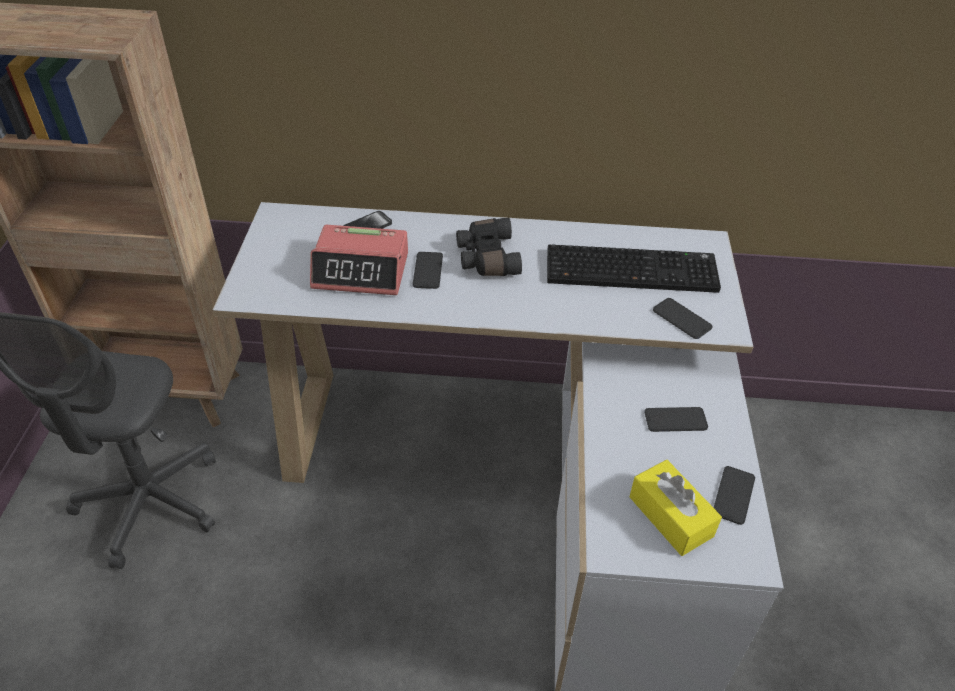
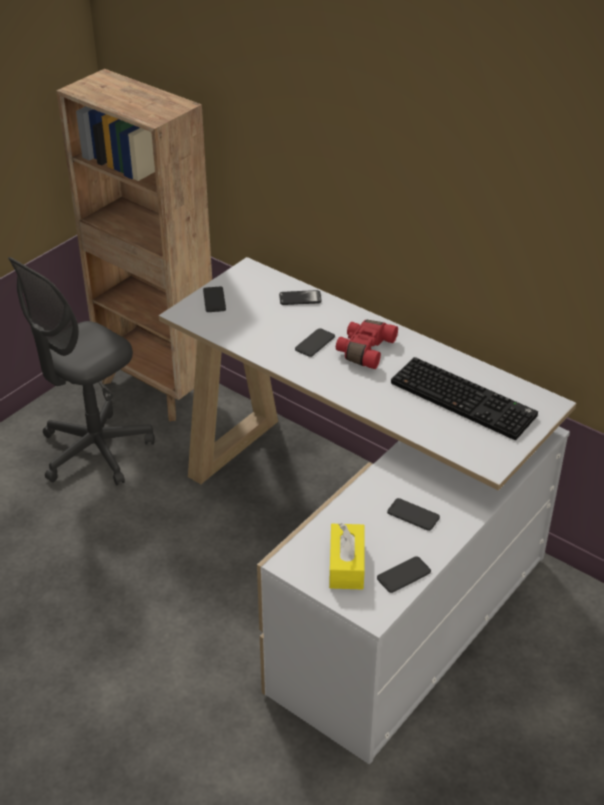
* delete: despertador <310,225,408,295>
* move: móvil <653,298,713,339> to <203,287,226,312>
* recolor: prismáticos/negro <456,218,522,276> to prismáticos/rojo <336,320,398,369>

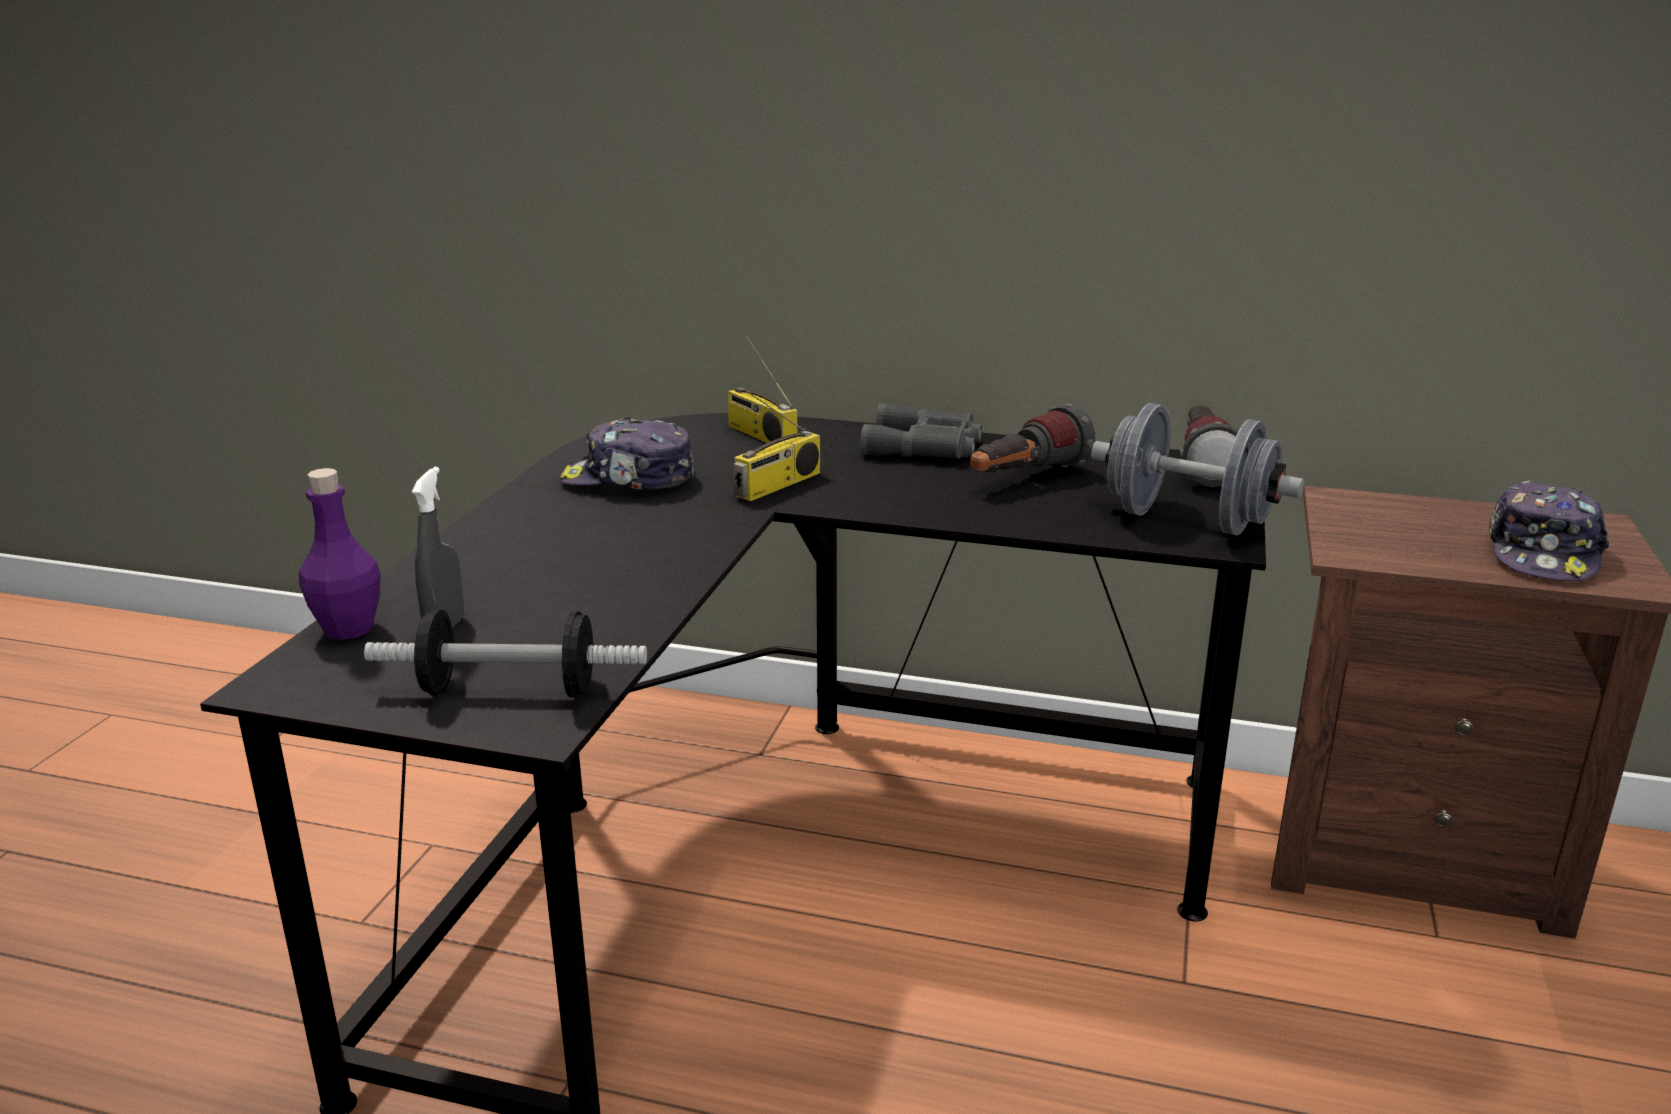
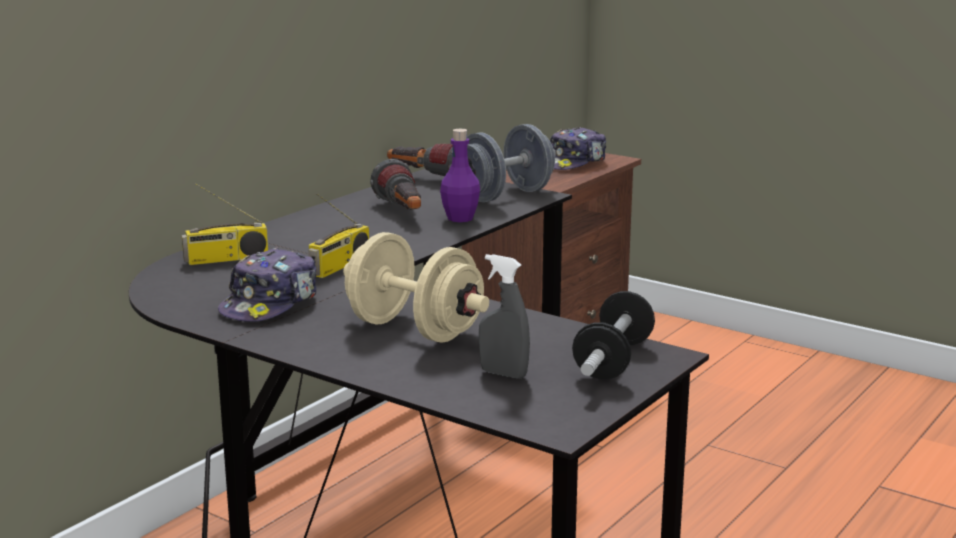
* delete: prismáticos/gris <860,403,982,459>
* insert: mancuerna/beis <343,232,489,343>
* move: botella/morado <299,468,381,640> to <440,129,480,222>
* rotate: radio <733,391,820,501> = <308,193,369,278> 60 degrees clockwise
* rotate: gorra <1489,480,1610,581> = <549,127,606,170> 90 degrees clockwise

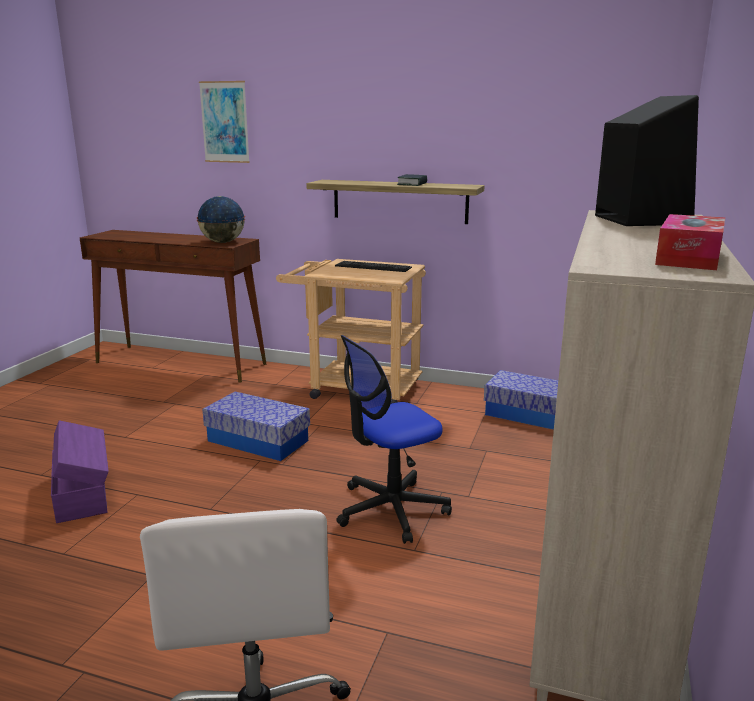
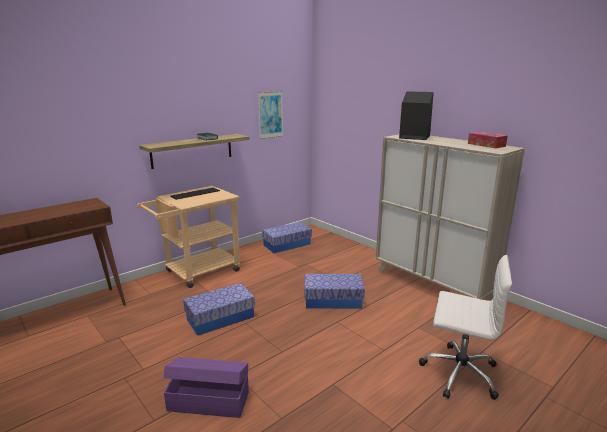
* delete: globo terráqueo <197,196,245,243>
* move: cuadro <199,81,250,163> to <258,91,283,139>
* replace: silla de oficina <336,335,452,544> to caja de almacenaje <305,274,365,309>

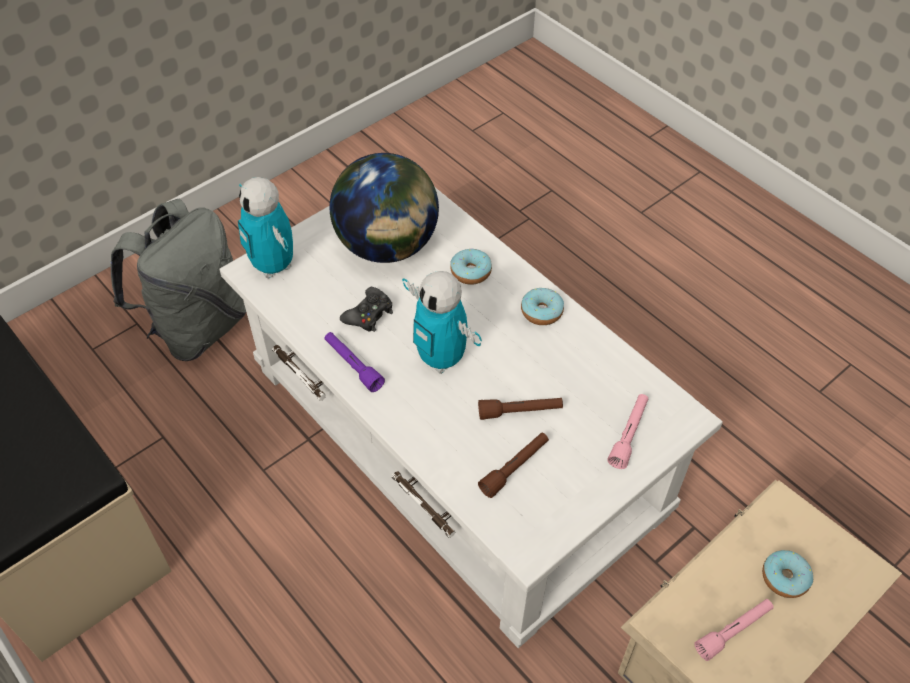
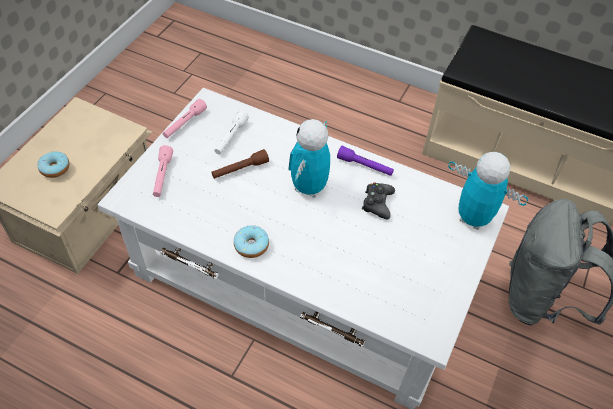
* delete: globo terráqueo <330,153,439,263>
* delete: rosquilla <450,248,492,285>
* move: linterna/rosa <694,599,774,661> to <163,99,207,138>
* recolor: linterna/marrón <478,433,549,498> to linterna/blanco <214,110,249,154>
* rotate: robot de juguete <402,271,482,374> = <288,119,330,198> 90 degrees counterclockwise

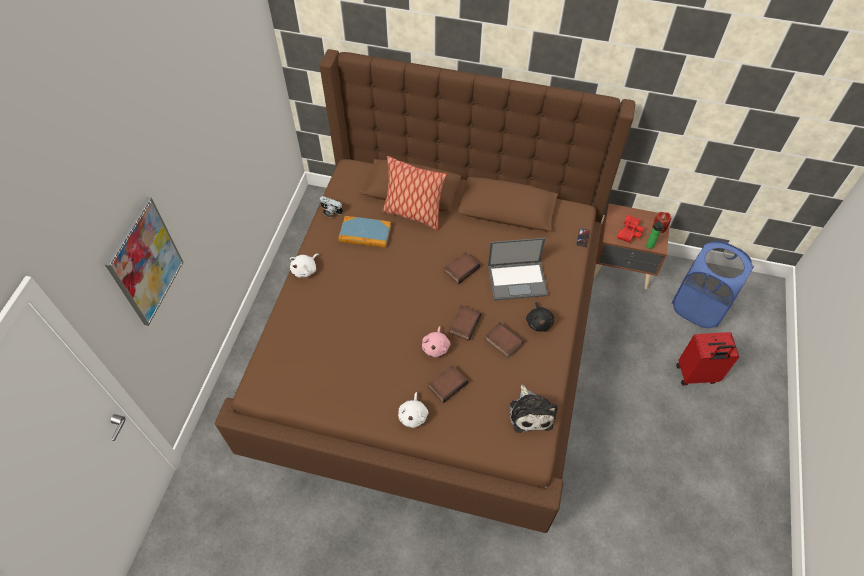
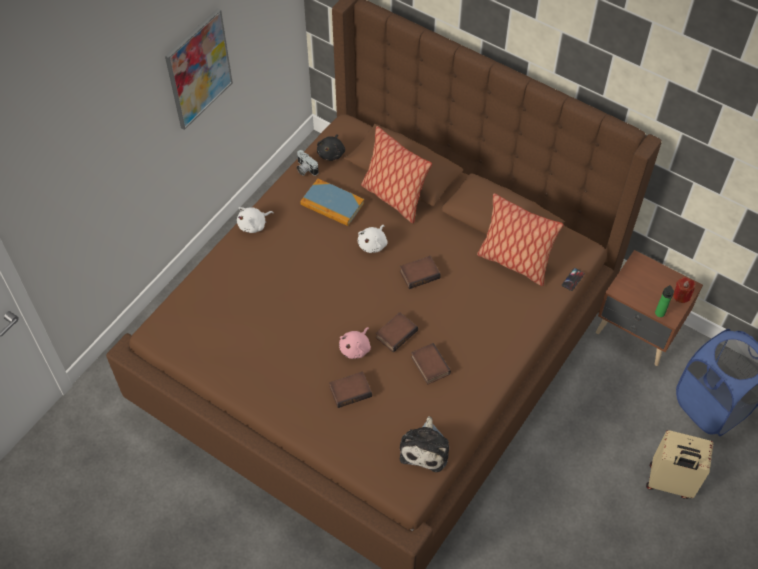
* delete: portátil <488,238,548,301>
* delete: prismáticos/rojo <617,215,644,243>
* insert: cojín <477,193,563,286>
* move: cuadro <105,197,183,326> to <165,8,233,130>
* move: peluche/blanco <398,392,428,428> to <358,225,388,253>
* move: peluche/negro <526,302,554,332> to <317,134,345,161>
* recolor: maleta/rojo <676,332,739,386> to maleta/beis <646,430,713,499>

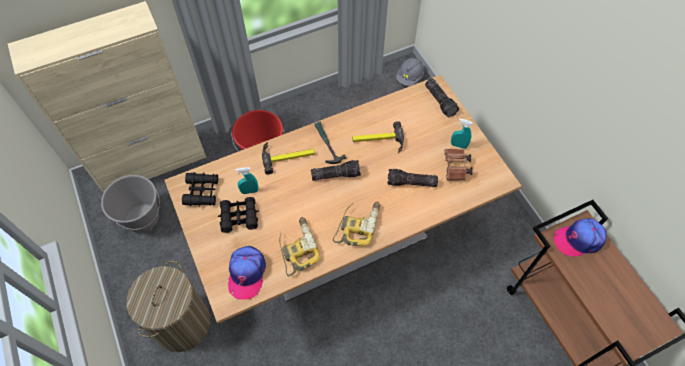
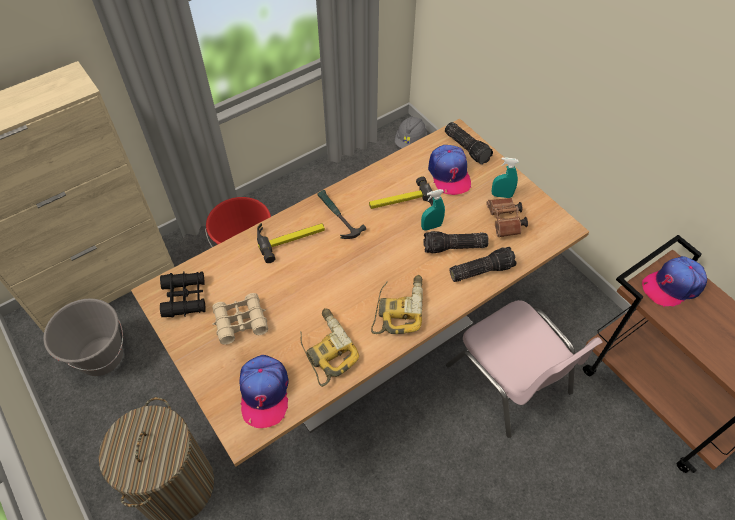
* insert: gorra <428,145,471,195>
* insert: silla/rosa <446,300,603,438>
* move: pulverizador/turquesa <236,167,258,194> to <421,189,445,231>
* move: linterna <311,160,361,181> to <450,247,516,282>
* recolor: prismáticos/negro <218,197,259,233> to prismáticos/beis <212,293,268,345>

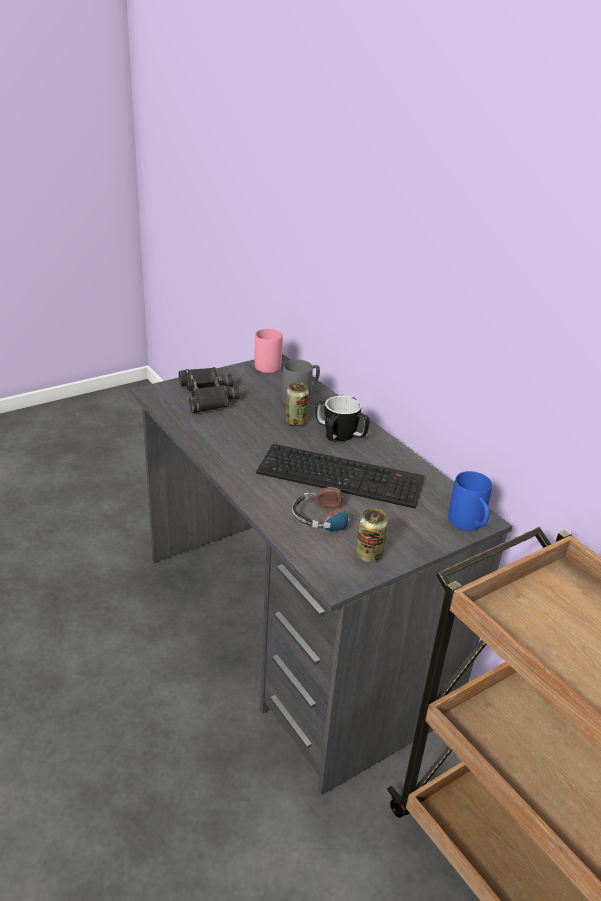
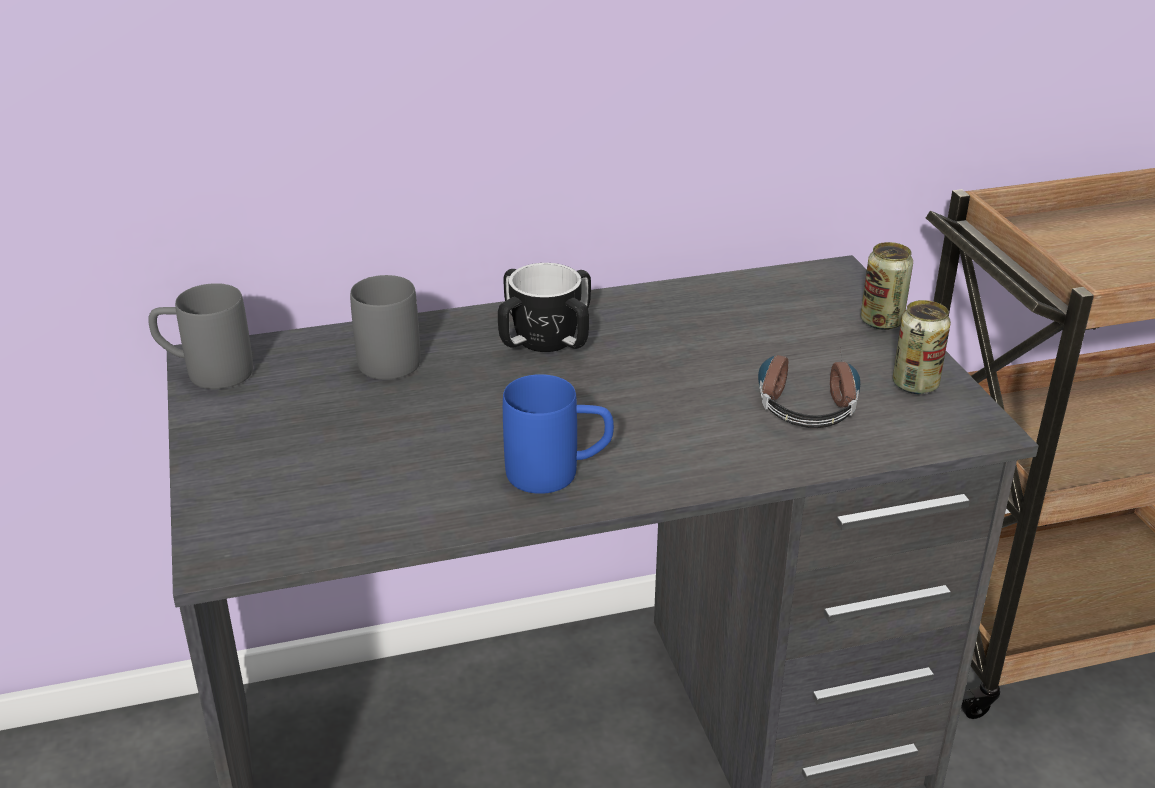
* delete: prismáticos/negro <179,367,240,413>
* delete: teclado <256,444,425,509>
* move: lata <285,382,309,426> to <860,242,913,330>
* move: taza grande/azul <448,471,492,531> to <503,374,614,494>
* recolor: taza grande/rosa <254,329,283,373> to taza grande/gris <148,283,253,389>

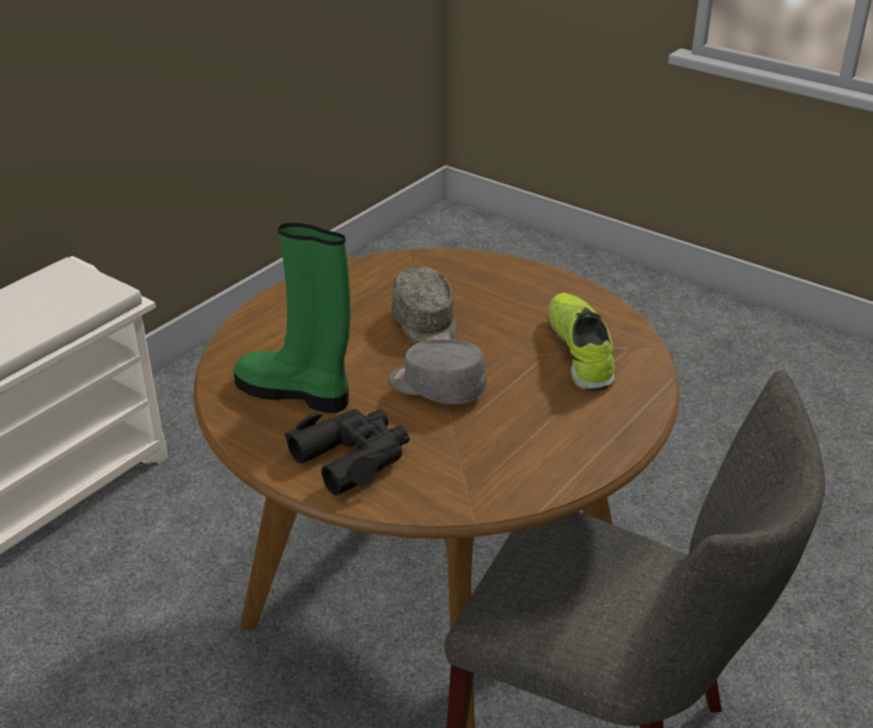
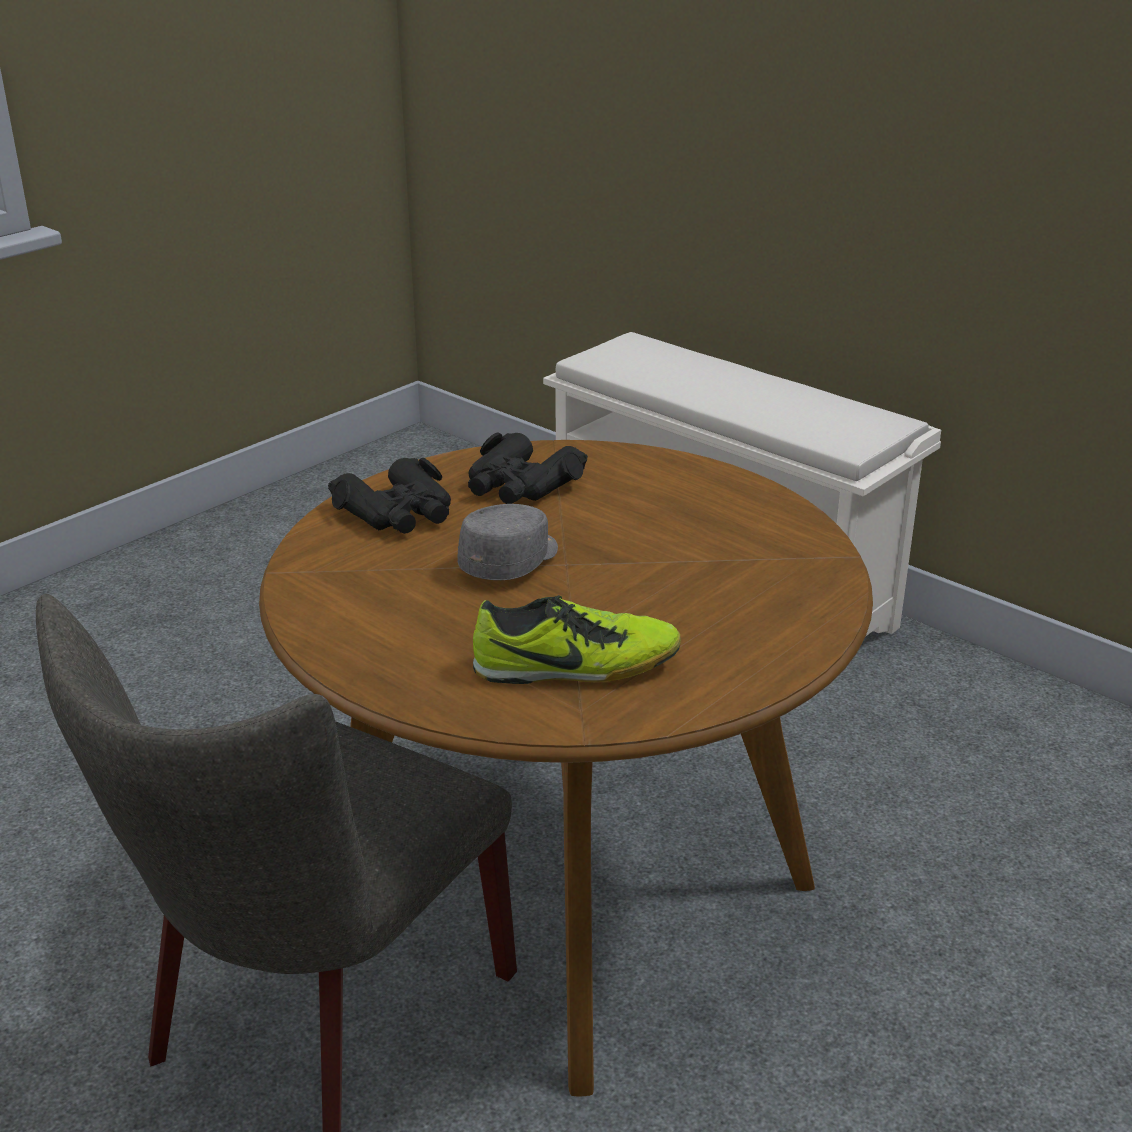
* delete: gorra/gris <392,267,457,344>
* replace: bota/verde <233,223,351,413> to prismáticos/negro <468,433,588,504>

